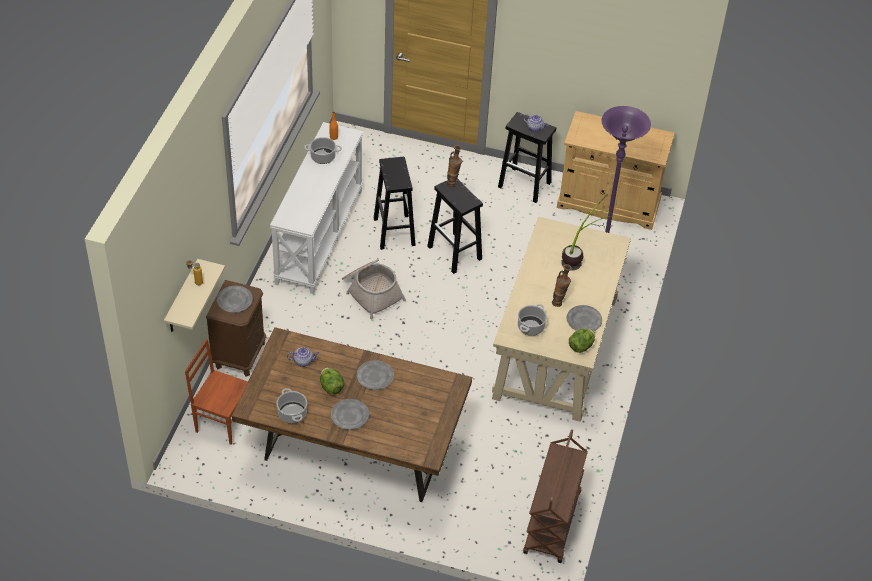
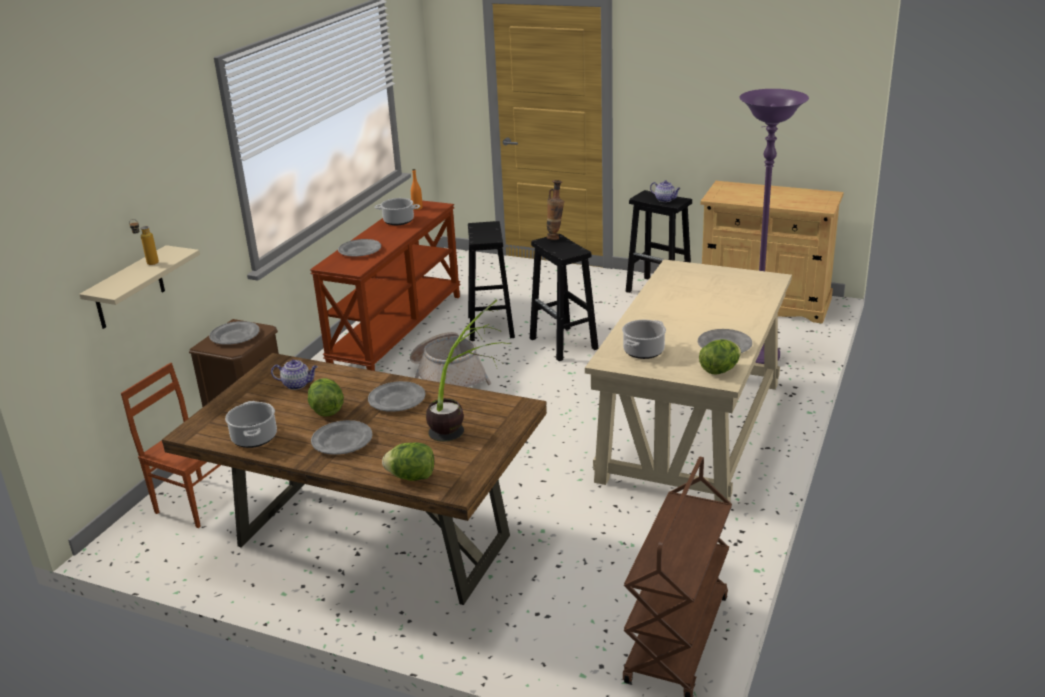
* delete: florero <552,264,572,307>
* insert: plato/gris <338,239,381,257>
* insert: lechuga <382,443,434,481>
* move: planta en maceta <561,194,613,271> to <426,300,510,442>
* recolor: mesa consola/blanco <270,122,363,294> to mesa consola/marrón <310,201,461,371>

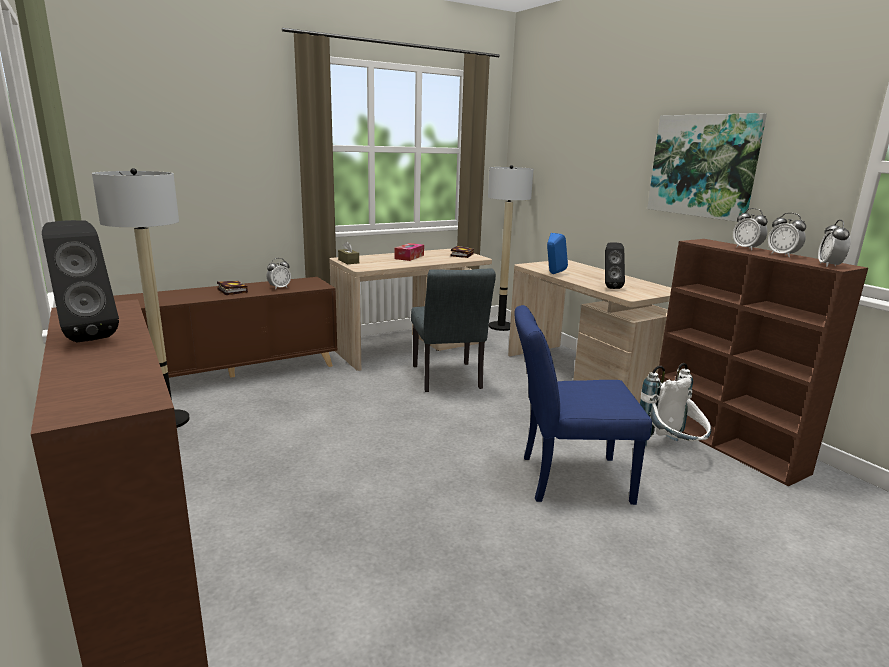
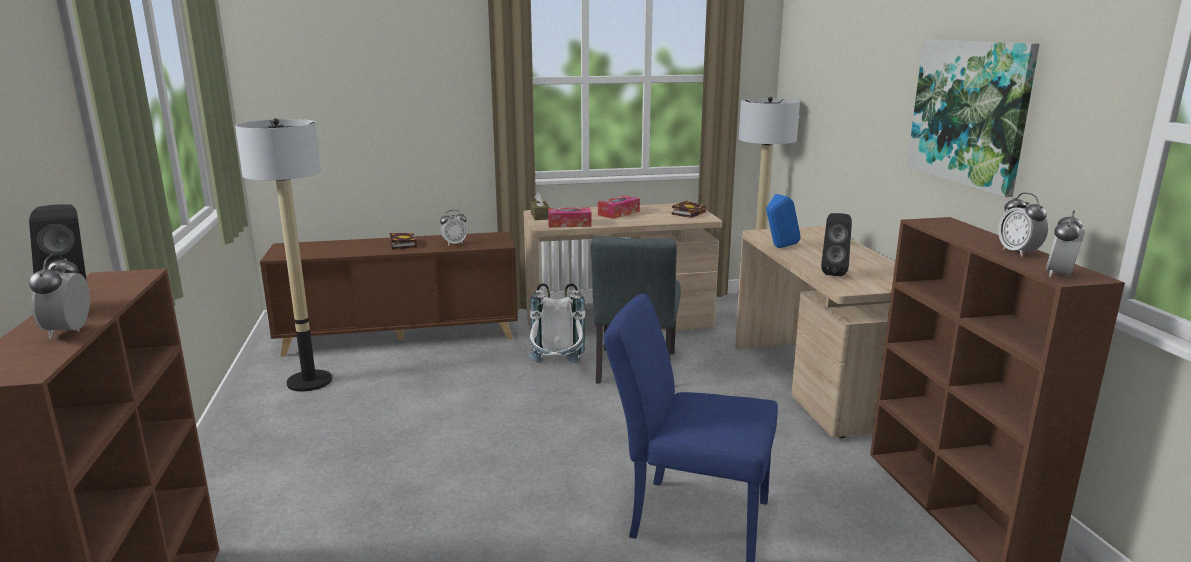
* insert: caja de pañuelos <548,207,592,228>
* move: mochila/blanco <640,363,711,447> to <529,283,585,363>
* move: despertador <733,208,768,251> to <29,253,90,339>

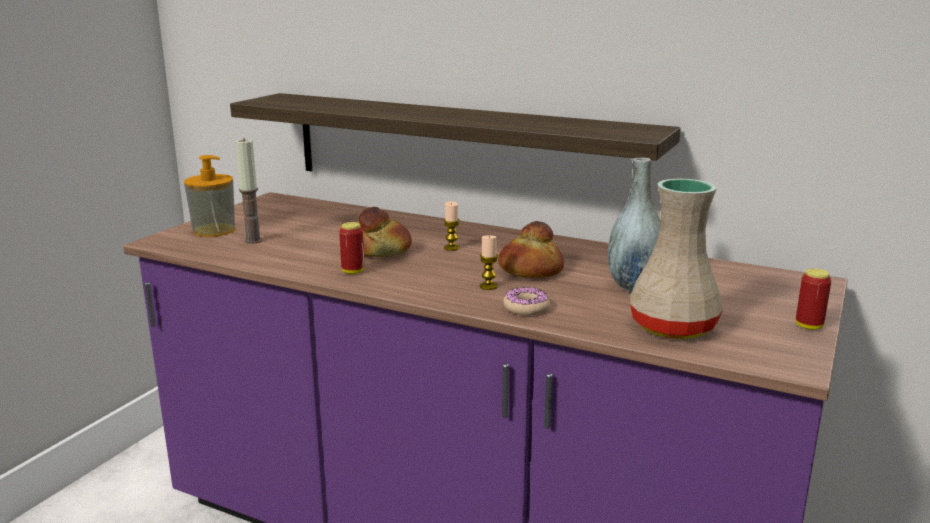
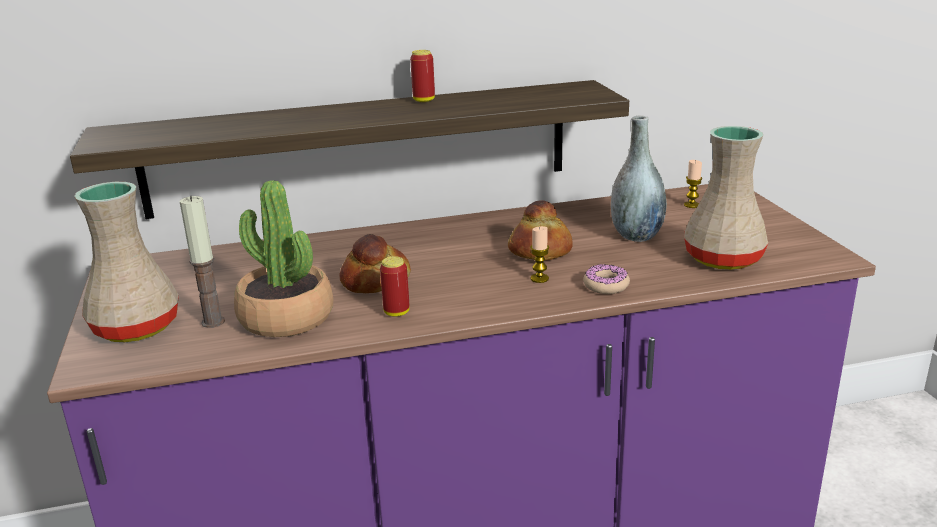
* insert: planta en maceta <234,180,333,337>
* move: vela <444,201,460,251> to <684,160,702,208>
* move: lata <796,268,831,330> to <410,50,435,102>
* replace: dispensador de jabón <184,155,235,237> to florero/beis <74,182,179,342>

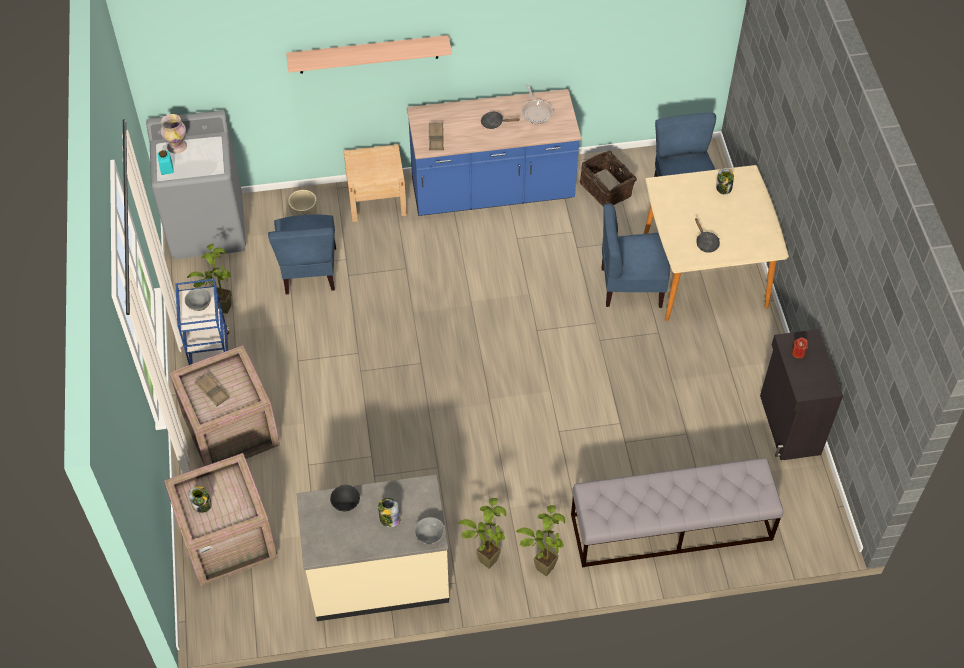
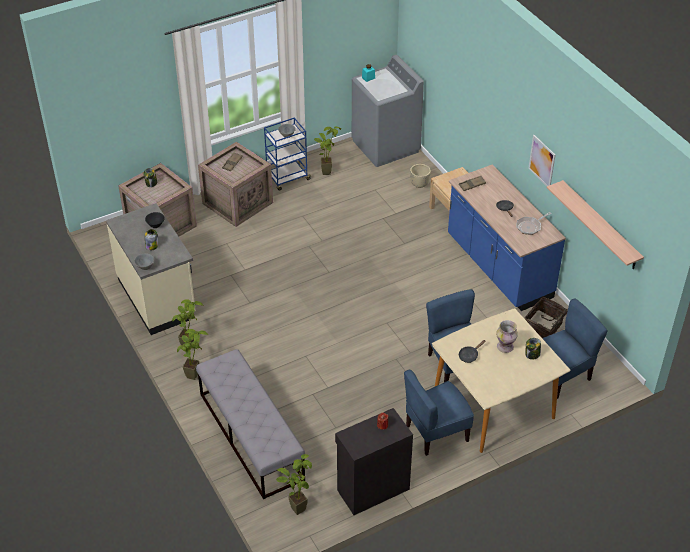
* insert: planta en maceta <276,454,312,515>
* insert: cuadro <528,135,555,186>
* move: florero <160,114,187,154> to <496,320,518,353>
* move: silla/azul <268,214,336,294> to <404,370,474,455>
* move: estante <286,35,452,74> to <547,180,644,269>

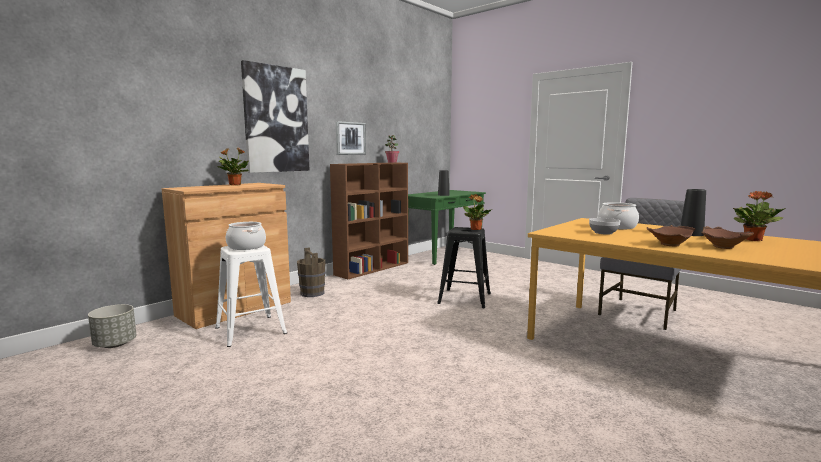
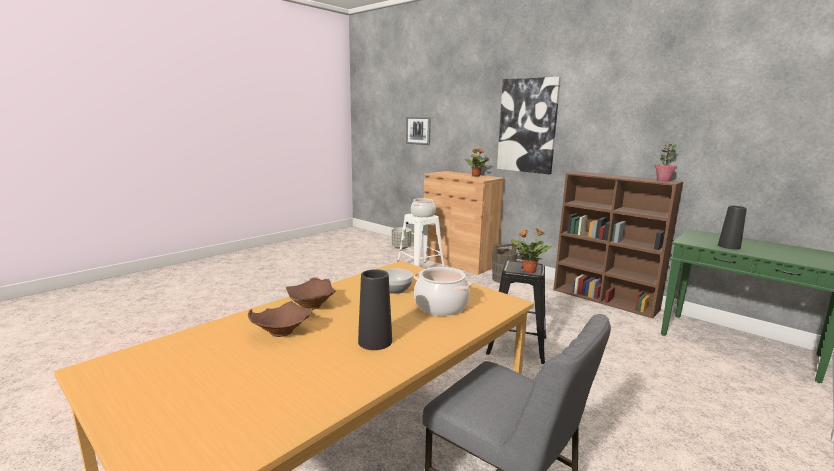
* delete: planta en maceta <733,191,786,241>
* move: cuadro <336,121,366,155> to <406,117,431,145>

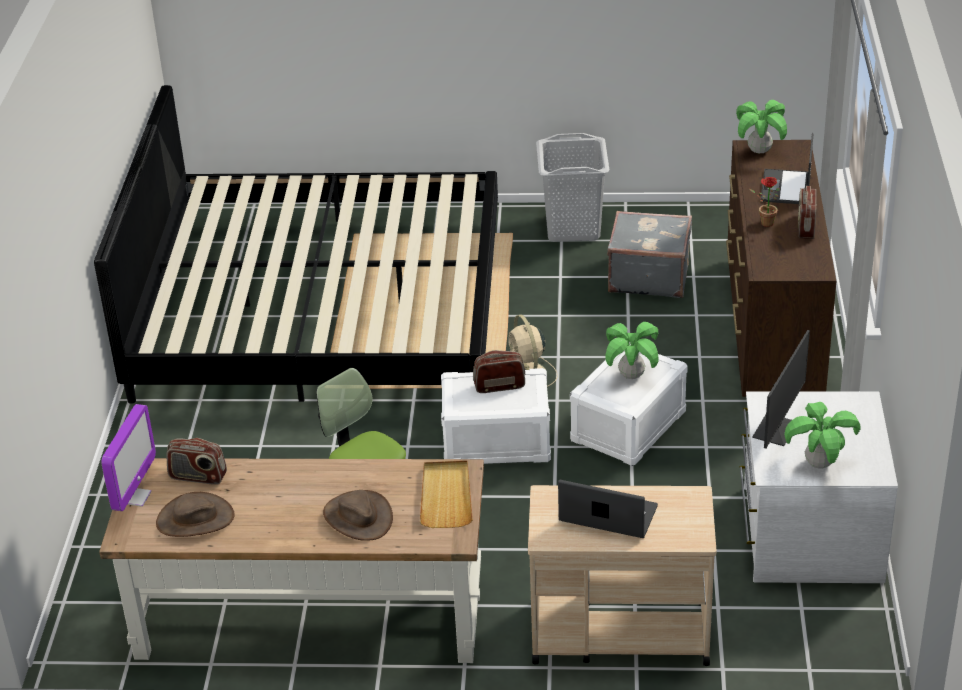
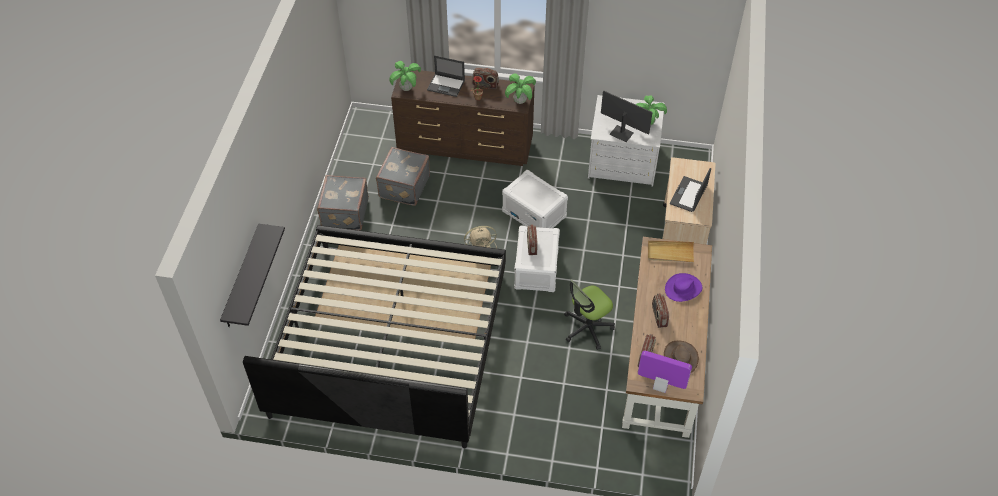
* insert: estante/negro <220,224,285,327>
* insert: radio <652,293,669,328>
* move: planta en maceta <605,322,658,379> to <505,73,536,104>
* replace: cesto de la ropa/gris <536,133,609,242> to maleta/gris <317,175,369,231>
* recolor: sombrero/marrón <323,490,393,541> to sombrero/morado <665,273,702,302>

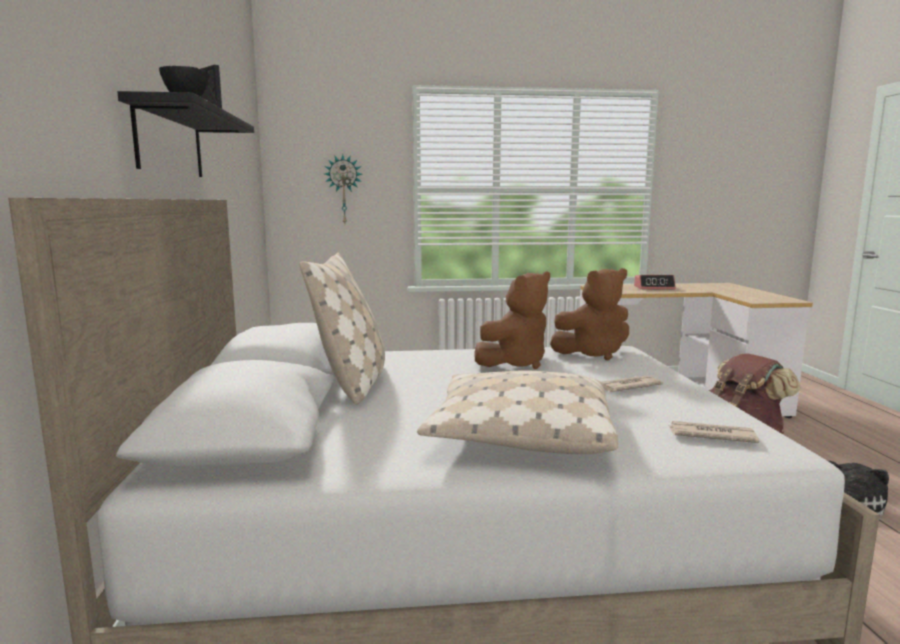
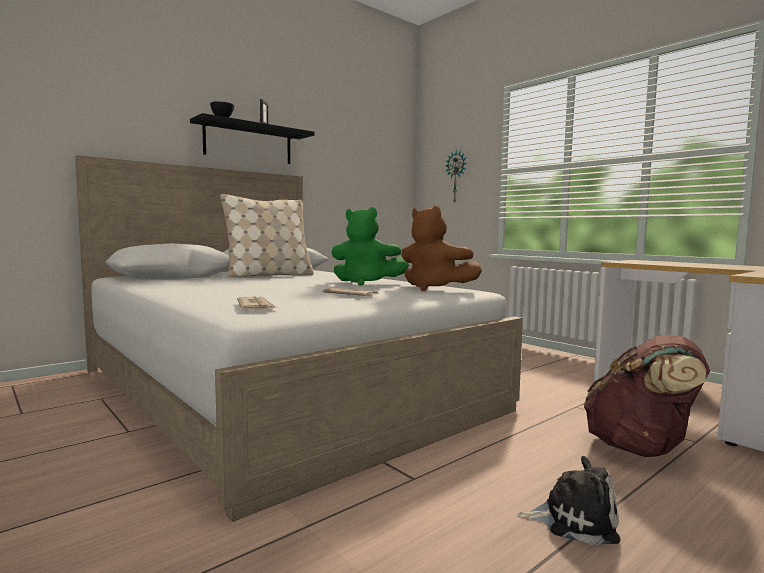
* delete: cojín/beis <417,370,618,454>
* delete: despertador <634,275,676,290>
* recolor: peluche/marrón <474,271,550,369> to peluche/verde <331,207,409,286>

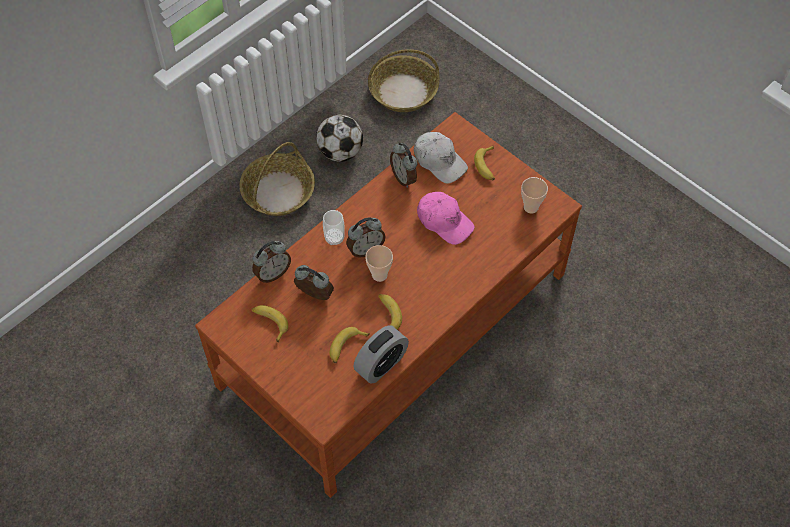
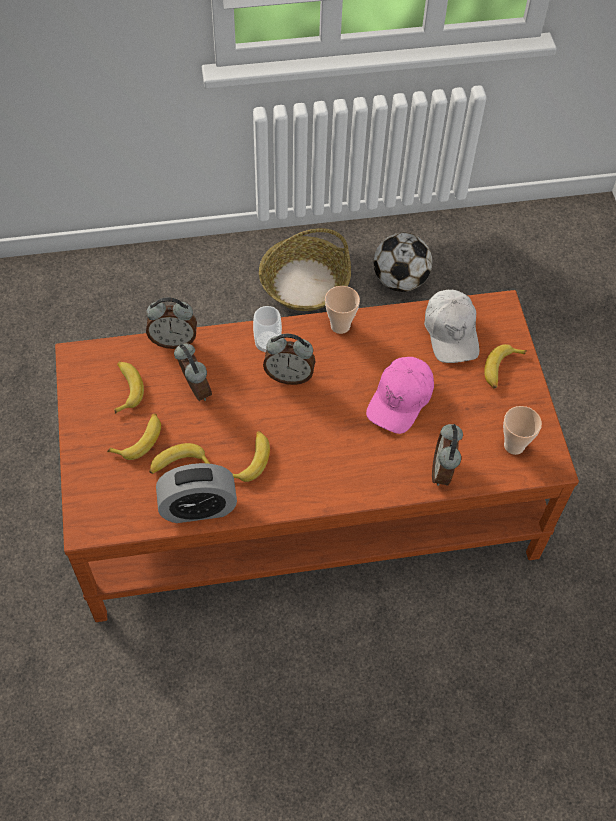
* delete: cesta <368,49,439,112>
* insert: plátano <107,414,161,460>
* move: taza <365,245,393,282> to <325,286,360,334>
* move: despertador <390,142,417,188> to <432,424,463,486>
* rotate: gorra/rosa <417,192,475,245> = <366,357,434,434> 45 degrees clockwise

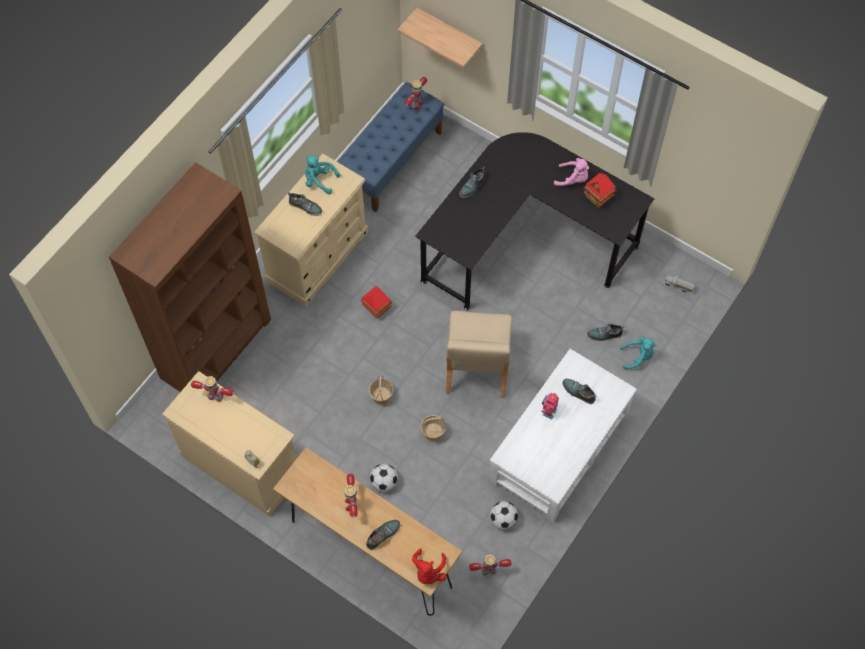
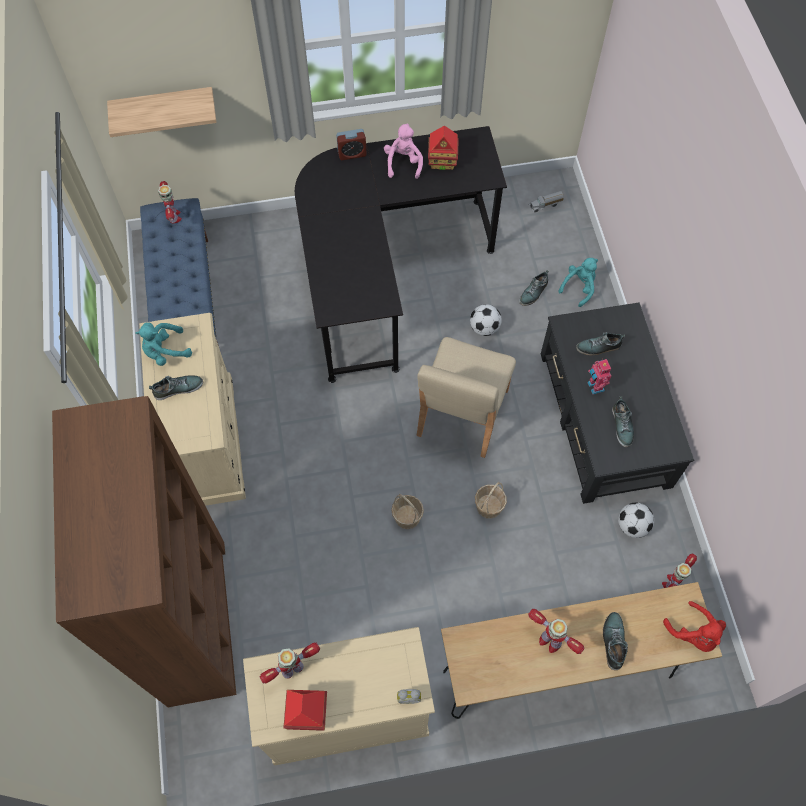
* insert: despertador <336,129,367,160>
* move: casita <361,286,392,319> to <283,690,327,731>
* move: balón de fútbol <370,464,398,492> to <470,304,502,336>
* move: zapato <459,166,485,198> to <612,396,634,447>
* recolor: mesa de centro/blanco <489,349,637,523> to mesa de centro/negro <541,302,694,504>
* rotate: silla/beis <446,311,512,398> = <417,337,516,458> 60 degrees clockwise
* rotate: peluche/rosa <554,158,589,186> = <384,123,423,179> 60 degrees counterclockwise

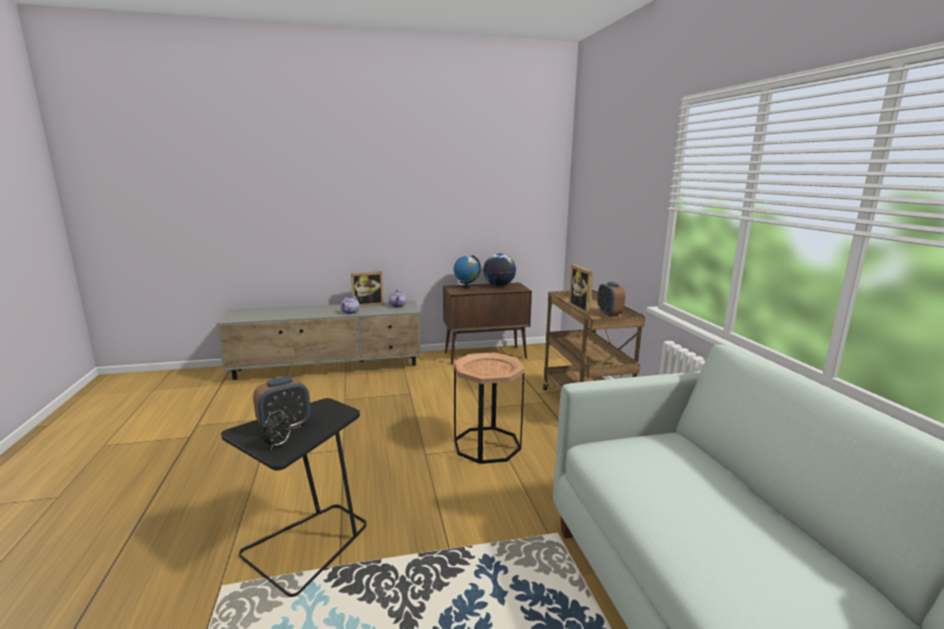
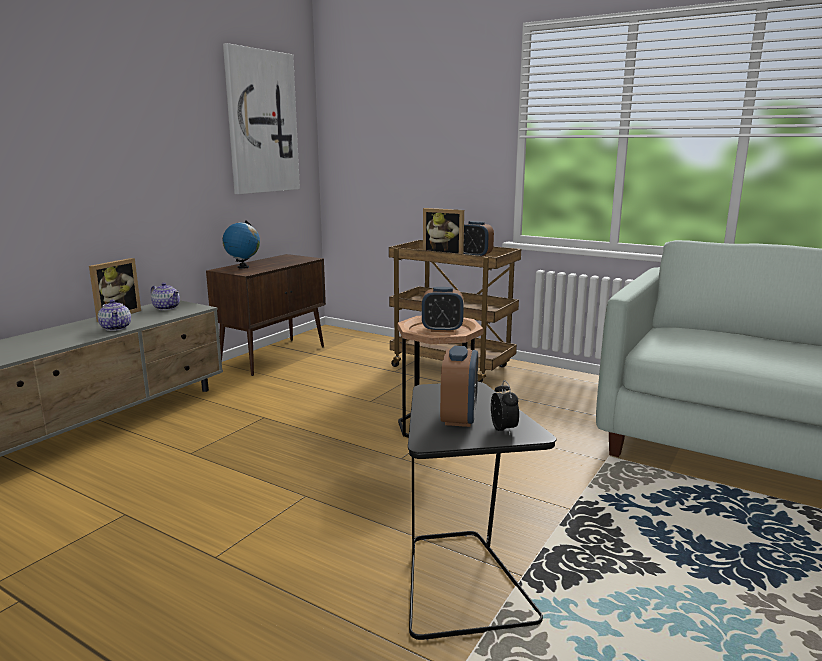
* delete: globo terráqueo <483,253,516,286>
* insert: cuadro <223,43,300,194>
* insert: despertador <422,287,464,332>

